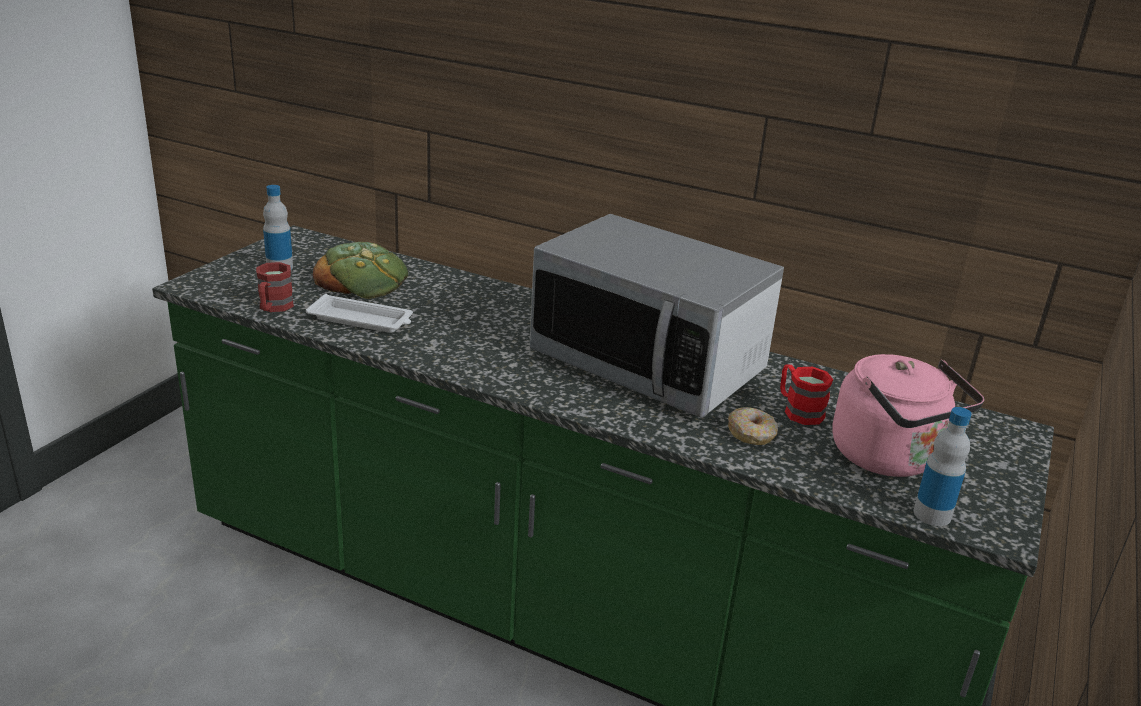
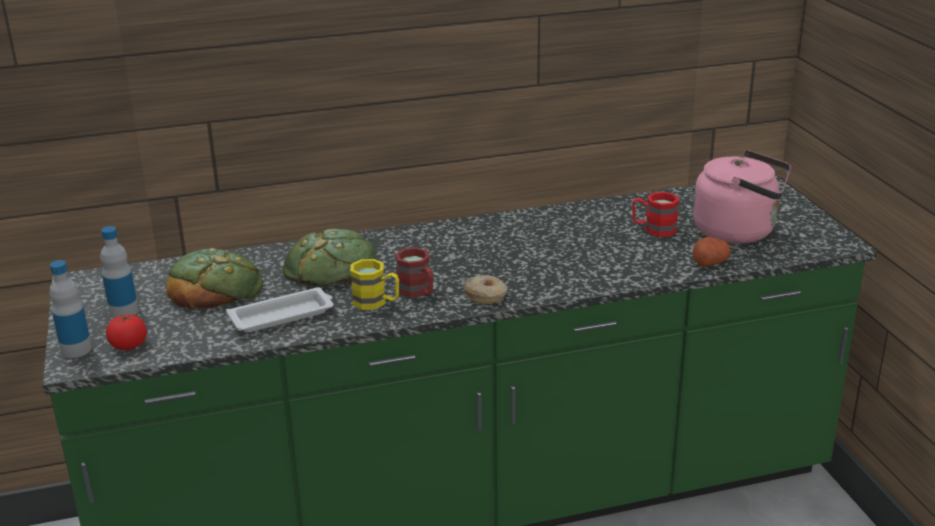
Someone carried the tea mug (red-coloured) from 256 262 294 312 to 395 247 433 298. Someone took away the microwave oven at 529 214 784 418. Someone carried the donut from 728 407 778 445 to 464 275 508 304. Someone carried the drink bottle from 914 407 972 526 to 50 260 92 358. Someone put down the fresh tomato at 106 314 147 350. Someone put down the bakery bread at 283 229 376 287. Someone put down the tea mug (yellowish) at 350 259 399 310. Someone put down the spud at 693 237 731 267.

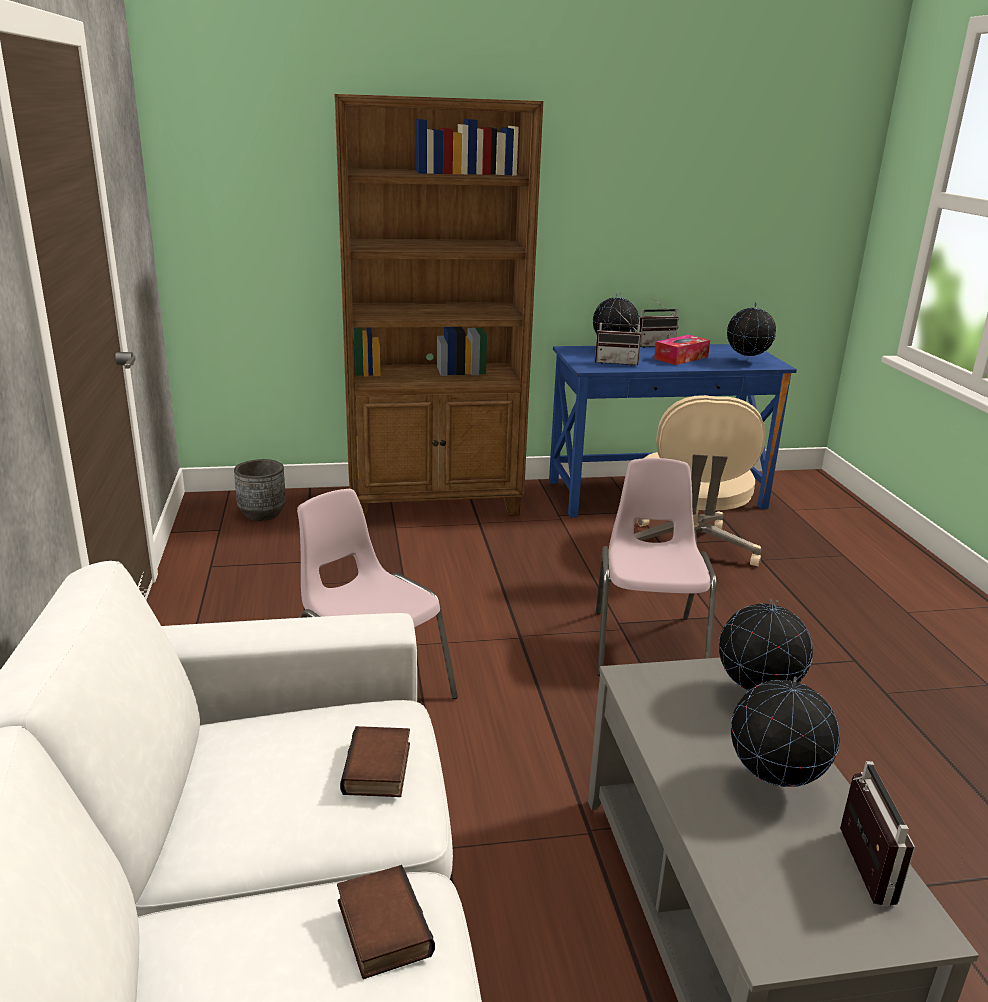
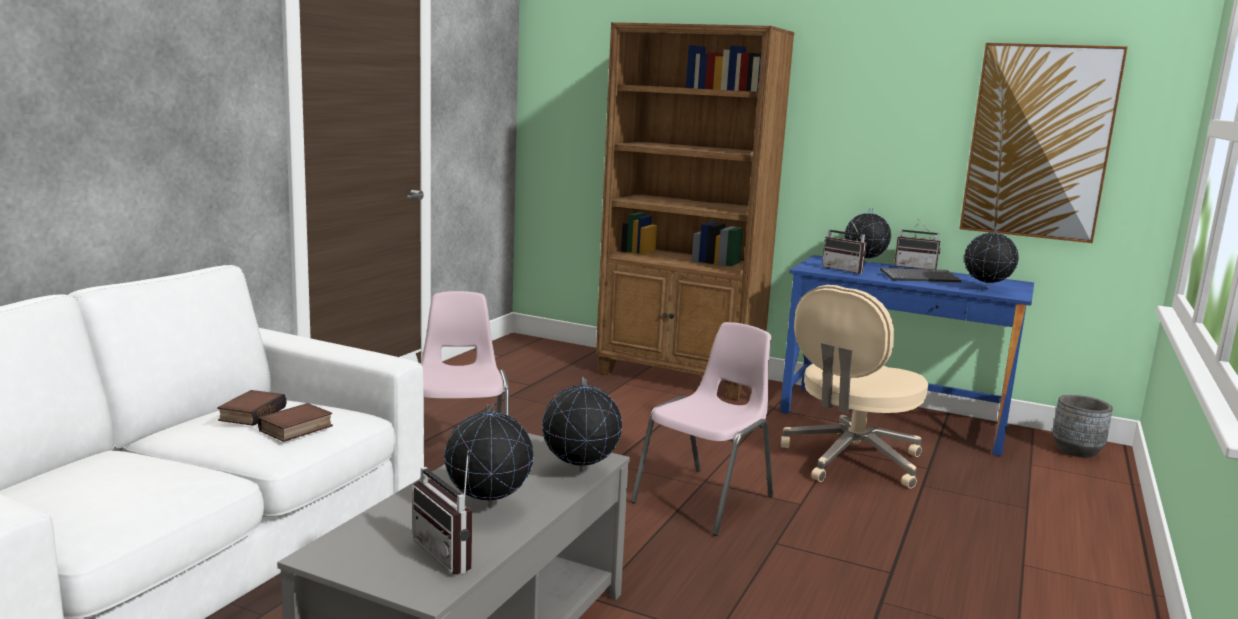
Someone carried the flower pot (grey) from 234 459 286 521 to 1052 395 1113 458. Someone carried the bound book from 337 865 435 979 to 217 390 286 426. Someone swapped the box of tissues at 654 335 710 365 for the computer keyboard at 880 268 962 282. Someone rotated the radio at 840 761 915 907 by 105 degrees clockwise. Someone put up the wall art at 959 43 1128 243.

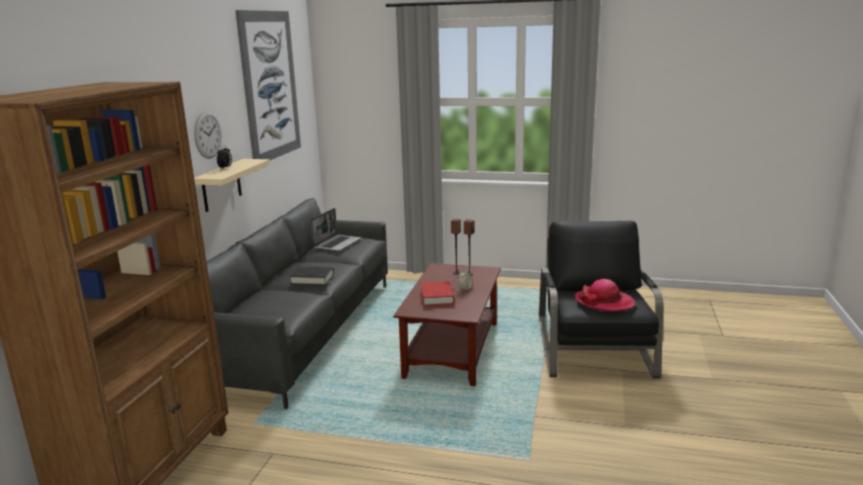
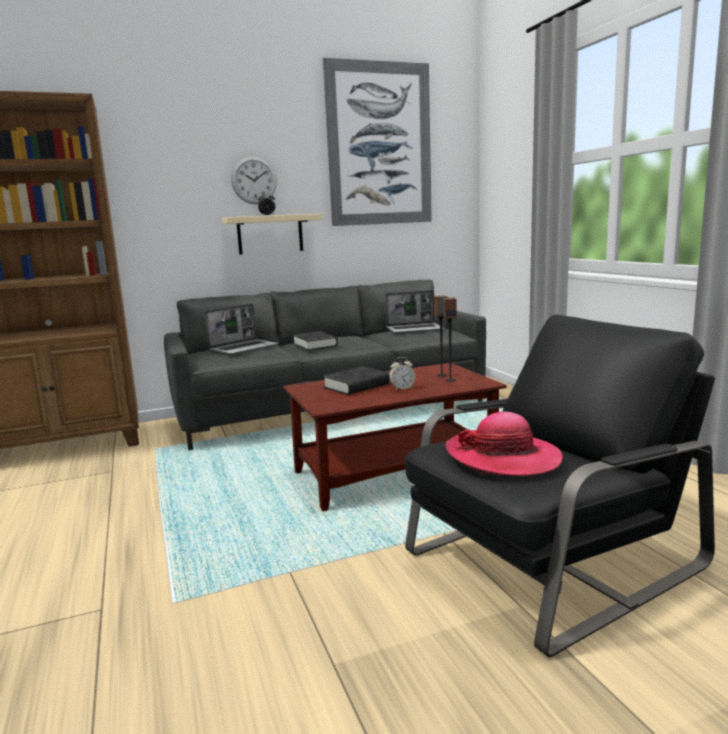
Someone repainted the bound book (red-coloured) at 421 281 455 306, which became the bound book (black-coloured) at 323 366 389 395. Someone put down the laptop at 204 304 278 355.

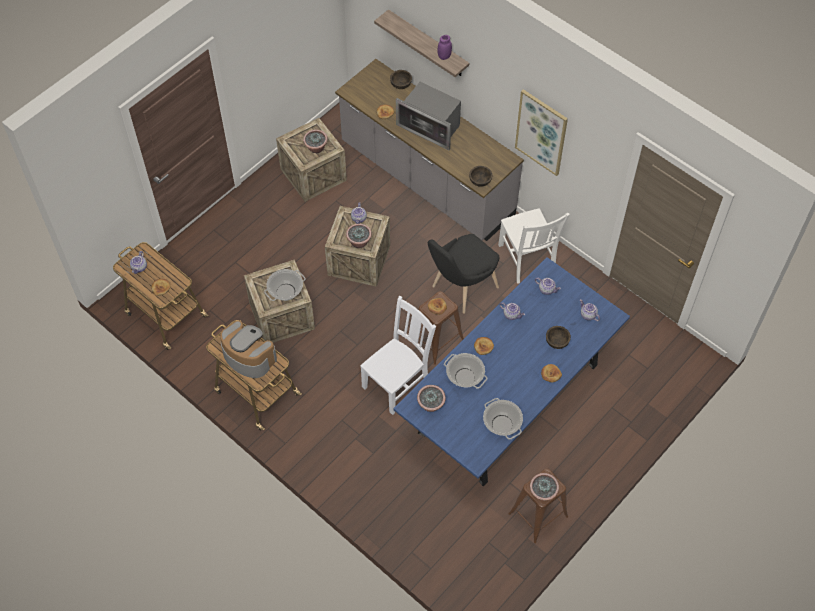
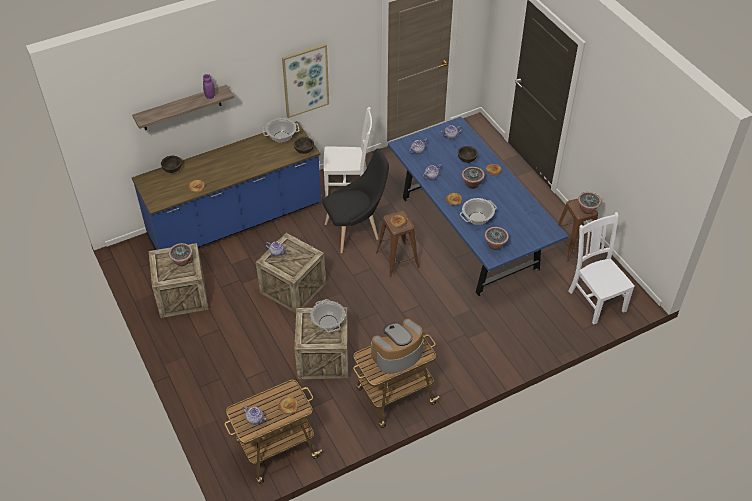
Someone repainted the kitchen counter (grey) at 335 59 524 241, which became the kitchen counter (blue) at 132 121 321 250. Someone carried the plant in a pot from 346 224 372 248 to 462 167 485 189. Someone carried the plain chair (white-coloured) from 360 296 436 415 to 568 212 635 325. Someone took away the microwave oven at 396 82 461 150. Someone rotated the plain chair (black-coloured) at 428 234 499 314 by 90 degrees counterclockwise. Someone carried the cooking pot from 483 398 523 440 to 263 118 299 143.

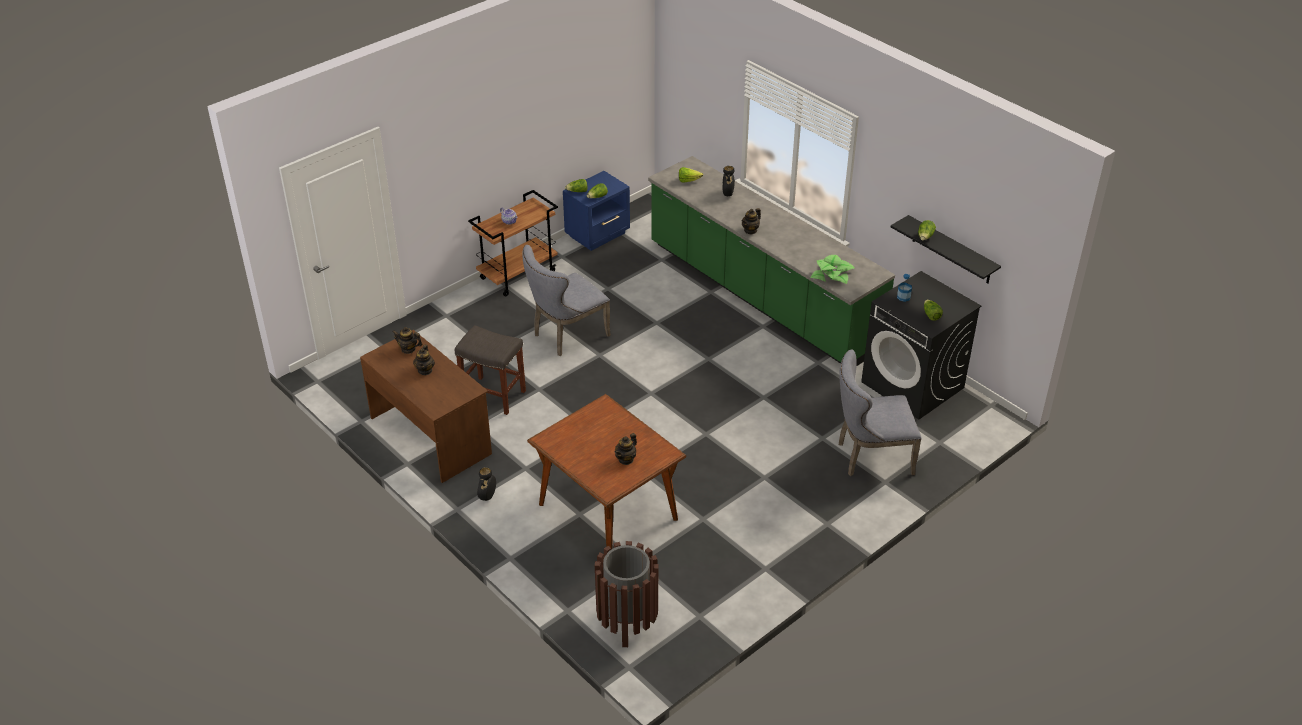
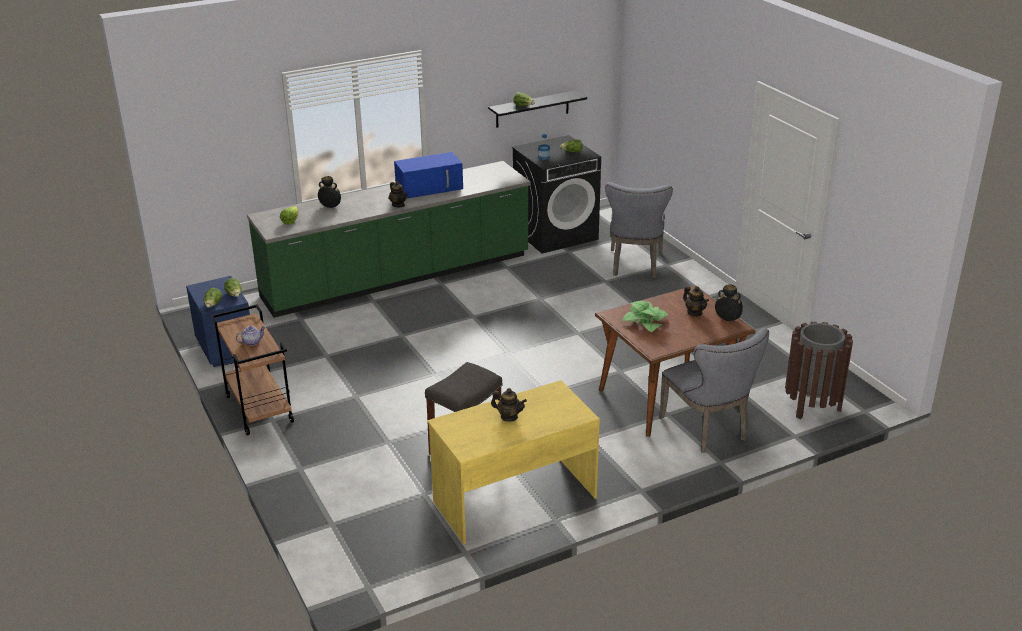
Someone repainted the desk (brown-coloured) at 360 330 492 483, which became the desk (yellowish) at 427 380 600 545. Someone took away the teapot at 392 327 422 354. Someone carried the flower vase (black-coloured) from 477 467 496 501 to 715 285 743 321. Someone carried the plain chair (grey) from 522 245 611 356 to 659 328 769 453. Someone carried the plant in a pot from 811 255 855 284 to 622 301 668 333. Someone put down the microwave oven (blue) at 394 152 463 199.

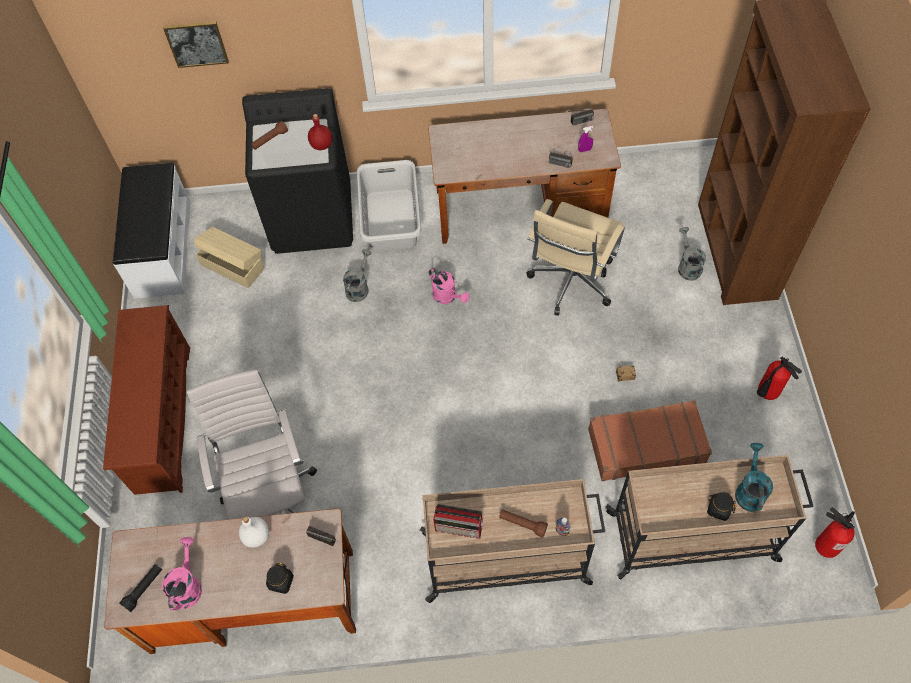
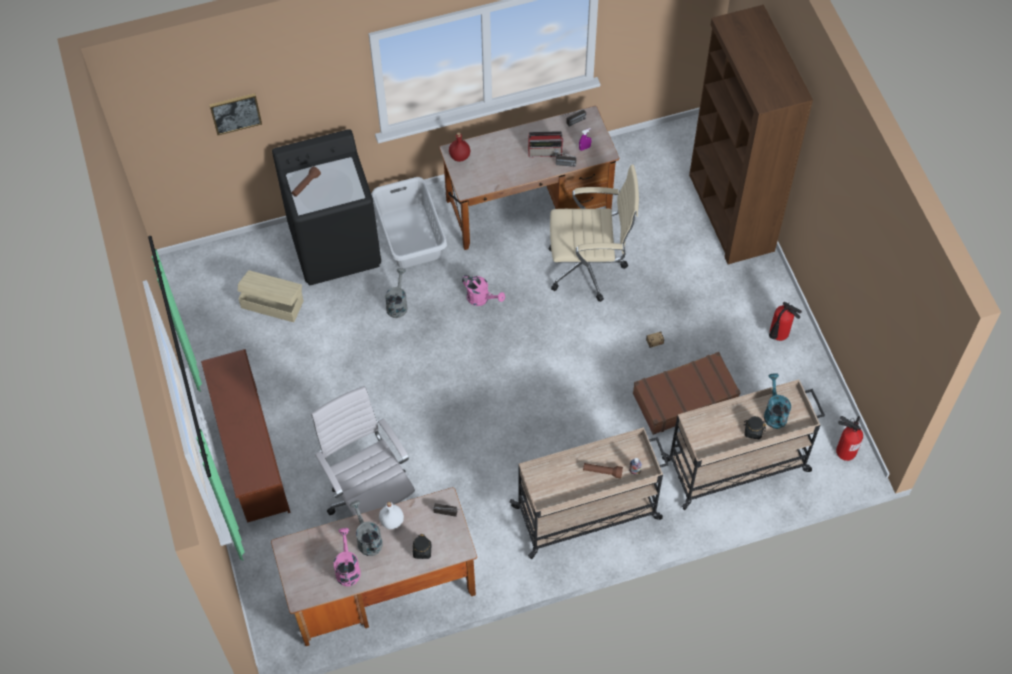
Someone took away the indoor bench (white-coloured) at 113 163 190 299. Someone took away the torch (black-coloured) at 119 564 162 612. Someone carried the drink bottle (red-coloured) from 308 114 332 150 to 449 132 470 162. Someone carried the radio from 433 504 484 539 to 528 131 564 157. Someone rotated the computer chair (beige) at 526 199 625 316 by 105 degrees counterclockwise. Someone carried the watering pot (grey) from 678 227 706 281 to 349 500 383 556.

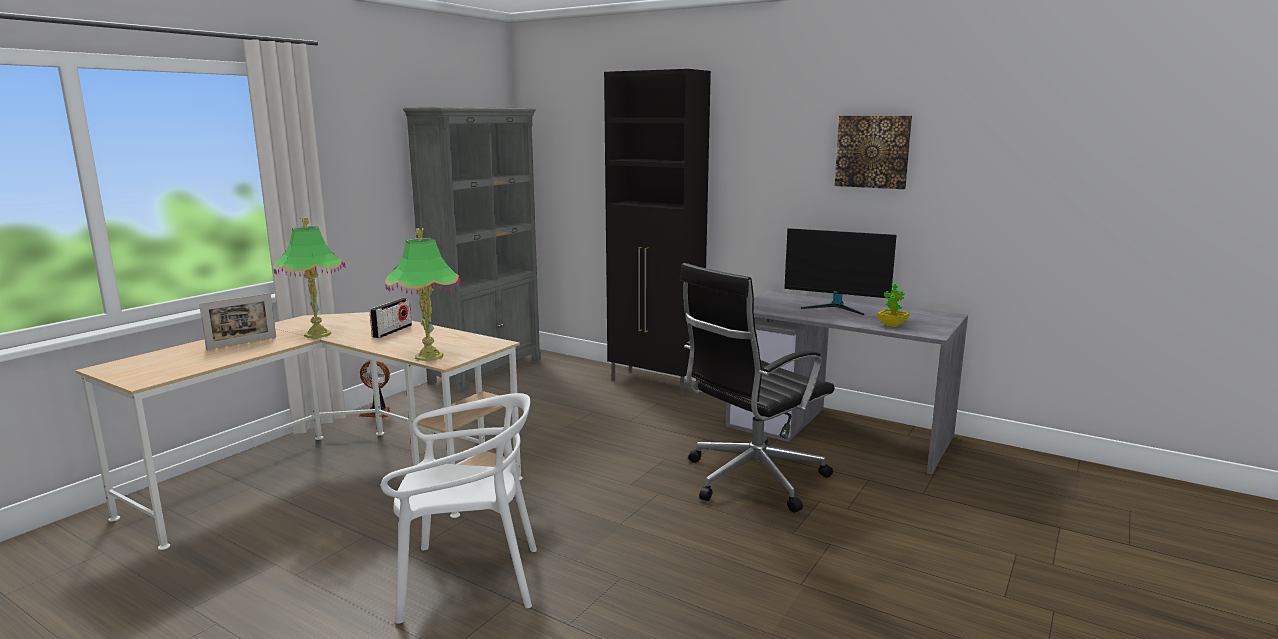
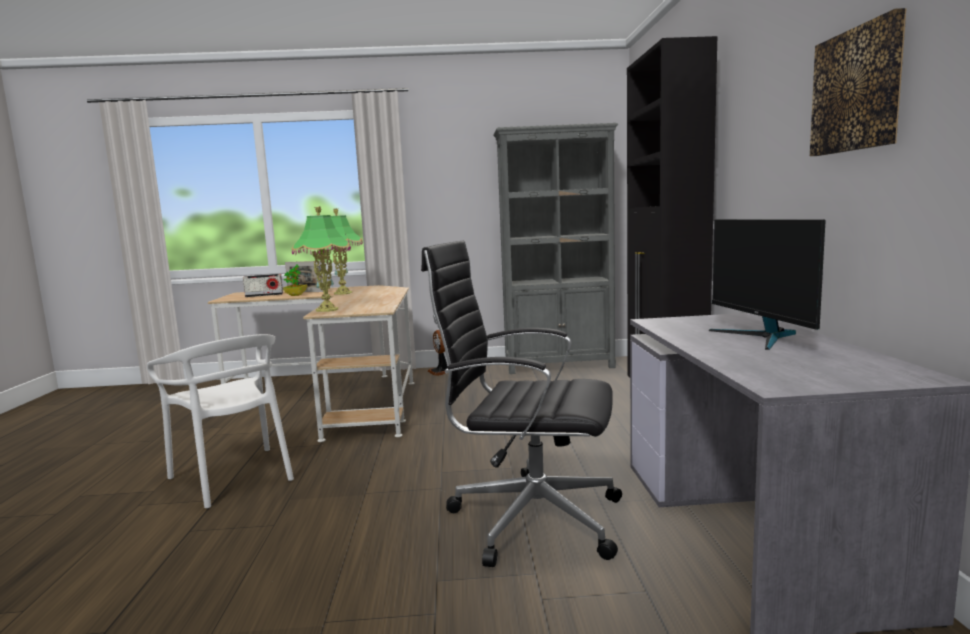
Someone carried the radio from 370 298 412 338 to 243 274 283 297. Someone carried the plant in a pot from 877 284 910 327 to 283 264 307 296.

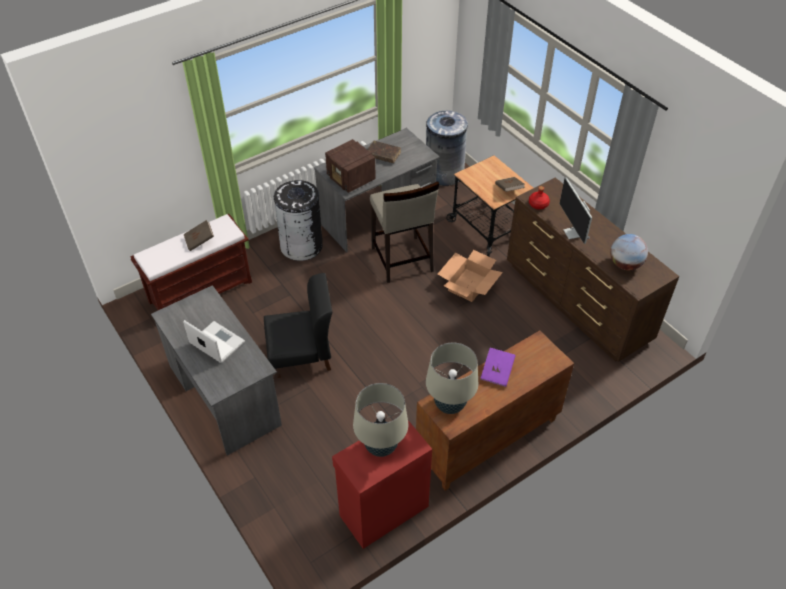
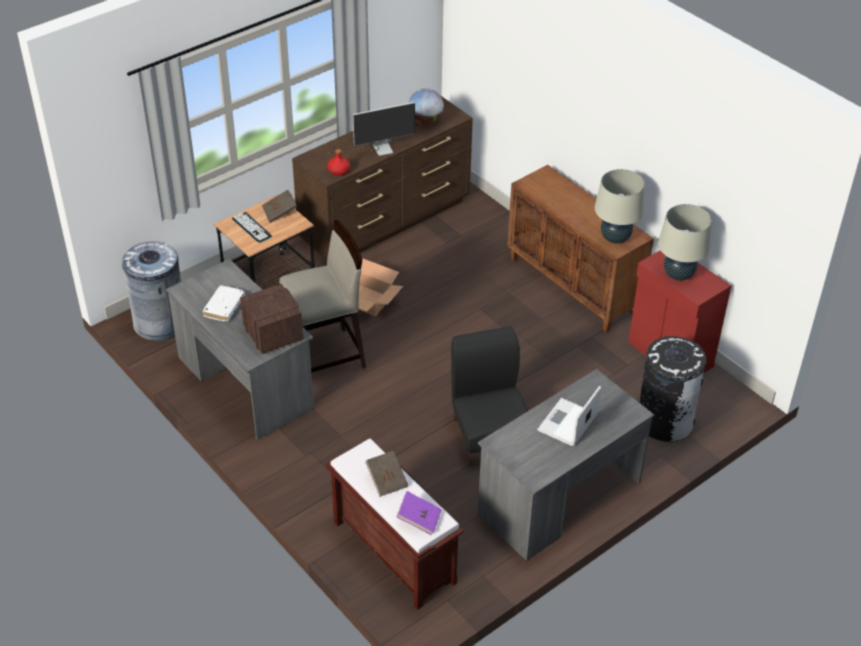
Someone carried the waste bin (black-coloured) from 274 180 323 261 to 640 336 706 442. Someone rotated the radio at 325 139 376 193 by 75 degrees counterclockwise. Someone repainted the bound book (brown-coloured) at 367 141 401 163, which became the bound book (white-coloured) at 203 285 245 322. Someone carried the bound book (purple) from 481 348 516 387 to 397 491 442 535. Someone put down the computer keyboard at 232 212 272 243.

